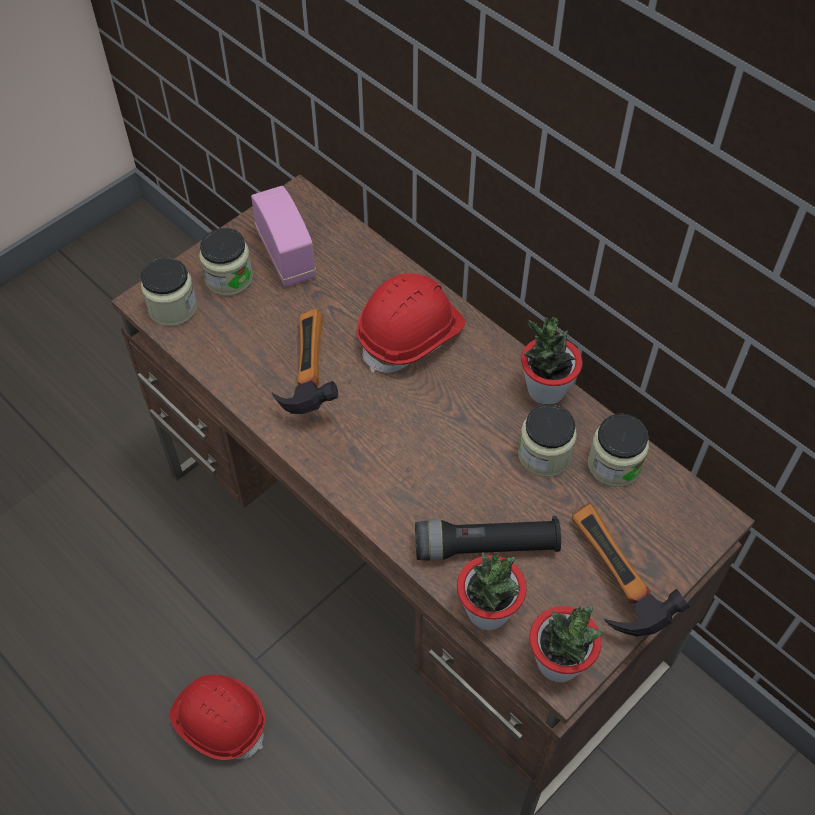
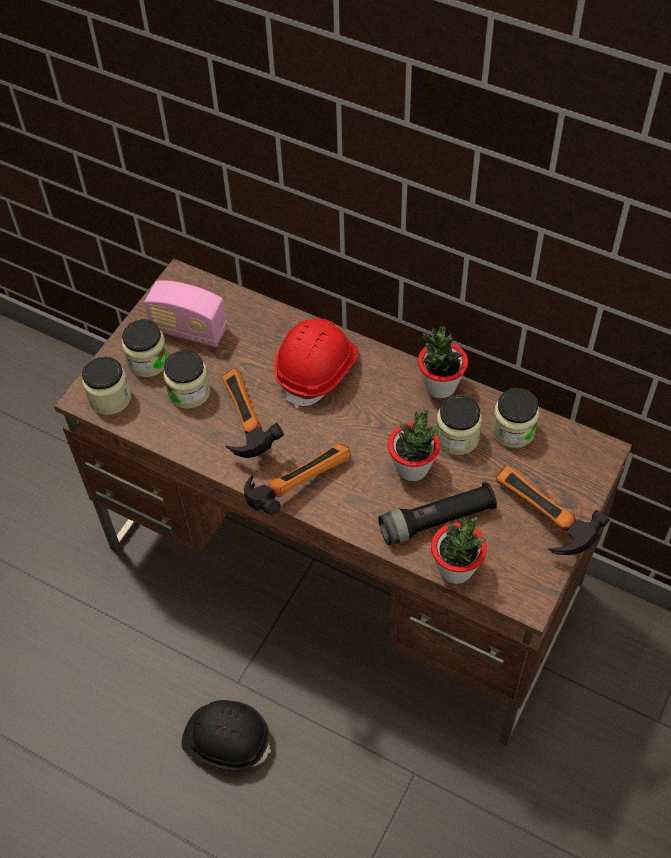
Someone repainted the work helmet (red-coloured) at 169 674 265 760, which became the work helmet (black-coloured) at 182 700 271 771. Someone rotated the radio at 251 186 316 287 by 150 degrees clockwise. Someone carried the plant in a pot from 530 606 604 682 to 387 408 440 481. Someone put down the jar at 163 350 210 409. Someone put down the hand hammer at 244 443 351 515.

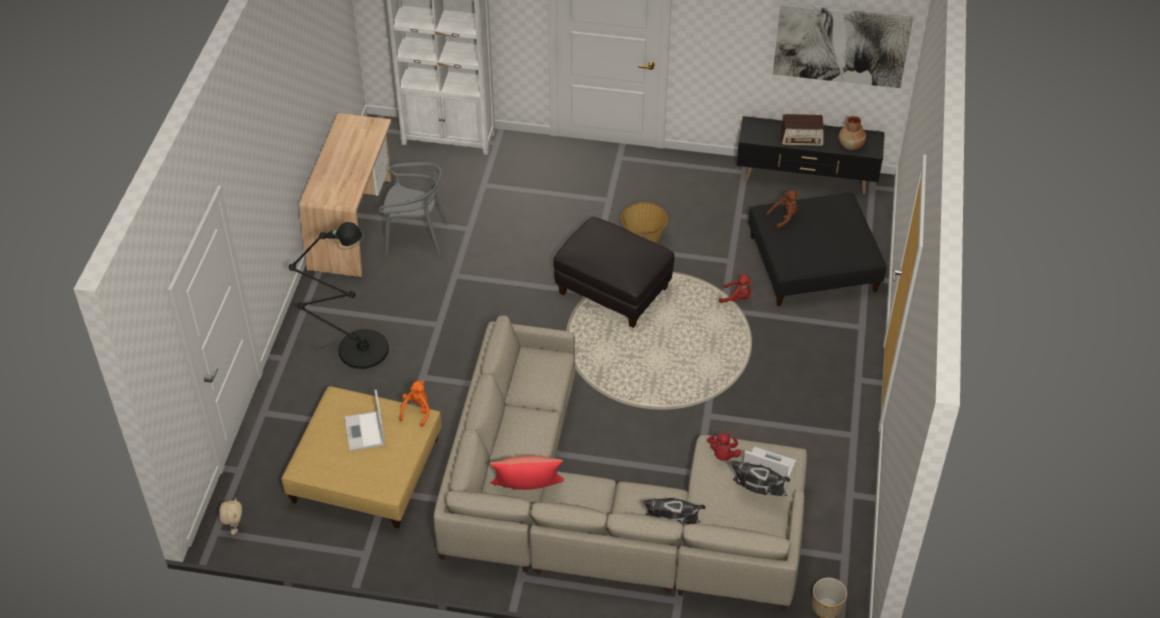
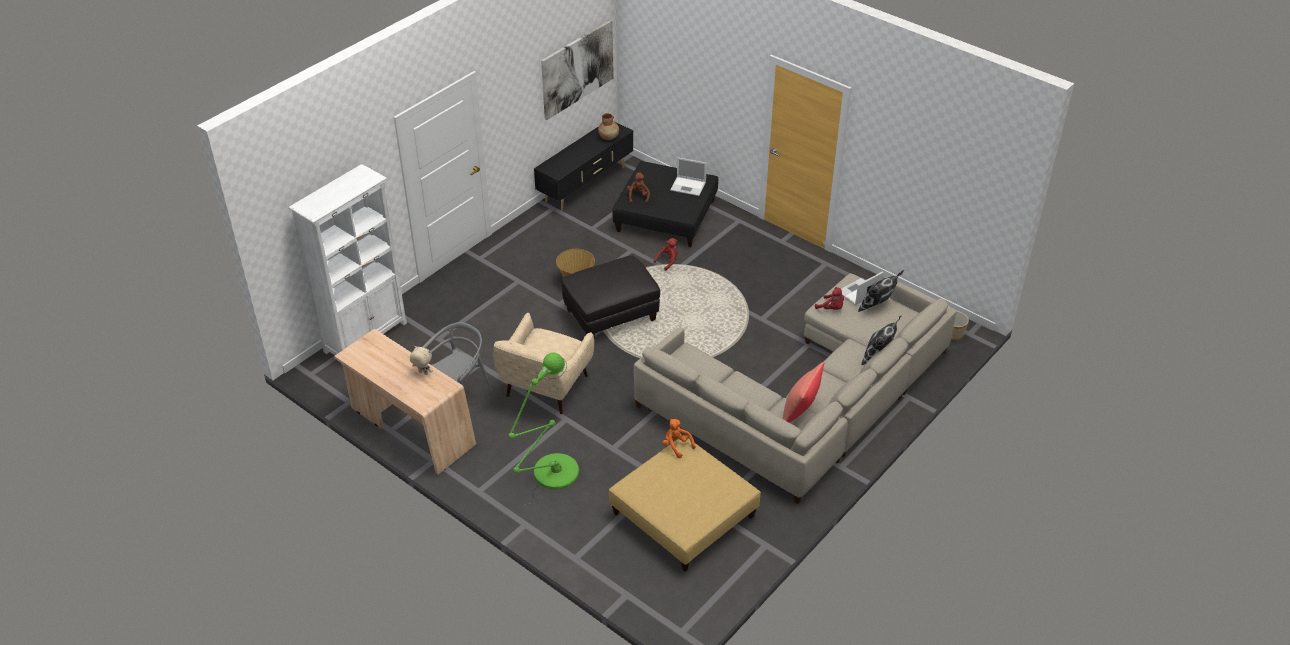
Someone carried the cuddly toy (beige) from 219 498 242 535 to 410 346 433 375. Someone repainted the floor lamp (black-coloured) at 289 222 389 369, which became the floor lamp (greenish) at 508 352 579 505. Someone carried the laptop from 345 390 385 451 to 670 157 707 196. Someone took away the radio at 780 114 824 146. Someone put down the armchair (beige) at 494 313 594 414.

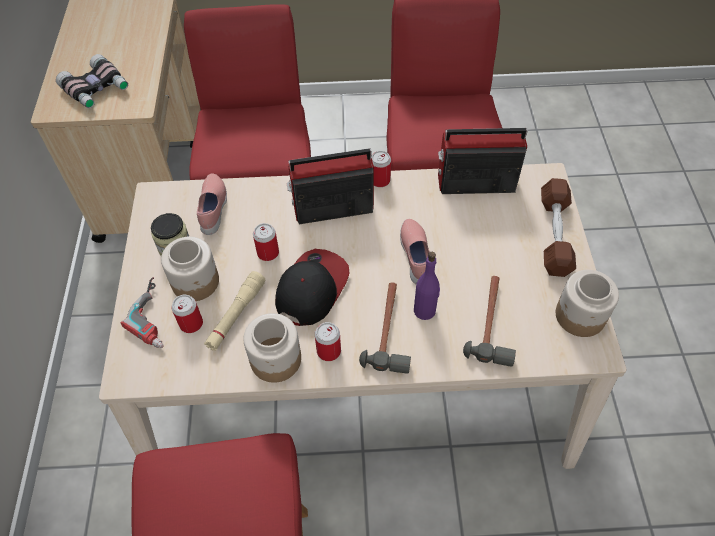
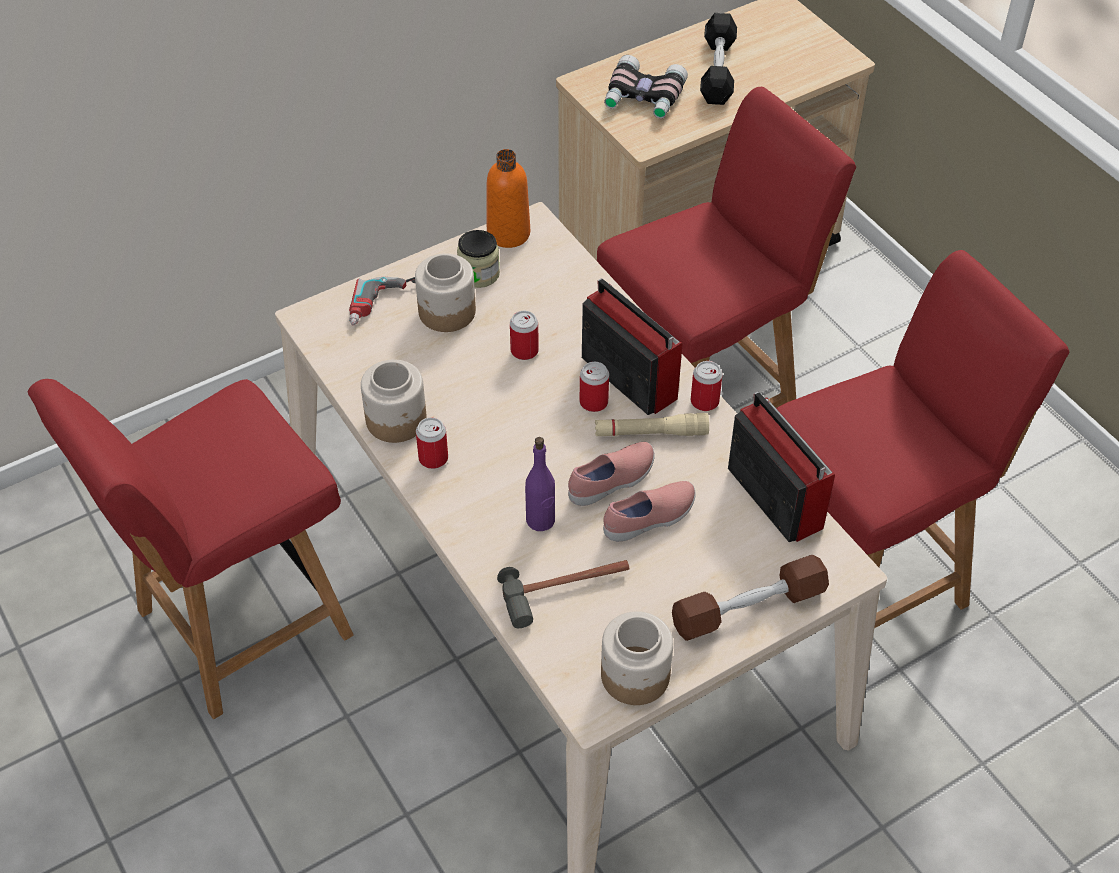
Someone carried the can from 172 295 203 333 to 580 362 609 412. Someone carried the item of footwear (pink) from 197 174 227 235 to 603 481 696 541. Someone carried the torch (beige) from 204 271 266 351 to 595 413 709 436. Someone took away the cap at 275 249 349 326. Someone took away the hand hammer at 359 282 411 374. Someone put down the drink bottle (orangey) at 487 149 530 248. Someone put down the dumbbell (black-coloured) at 700 13 737 105.

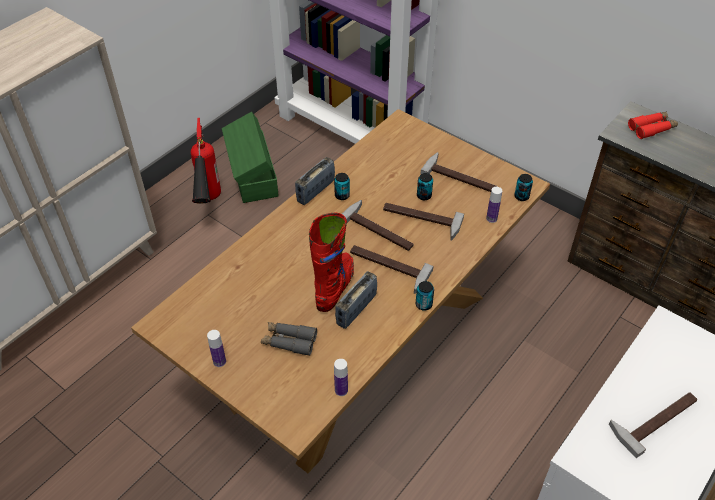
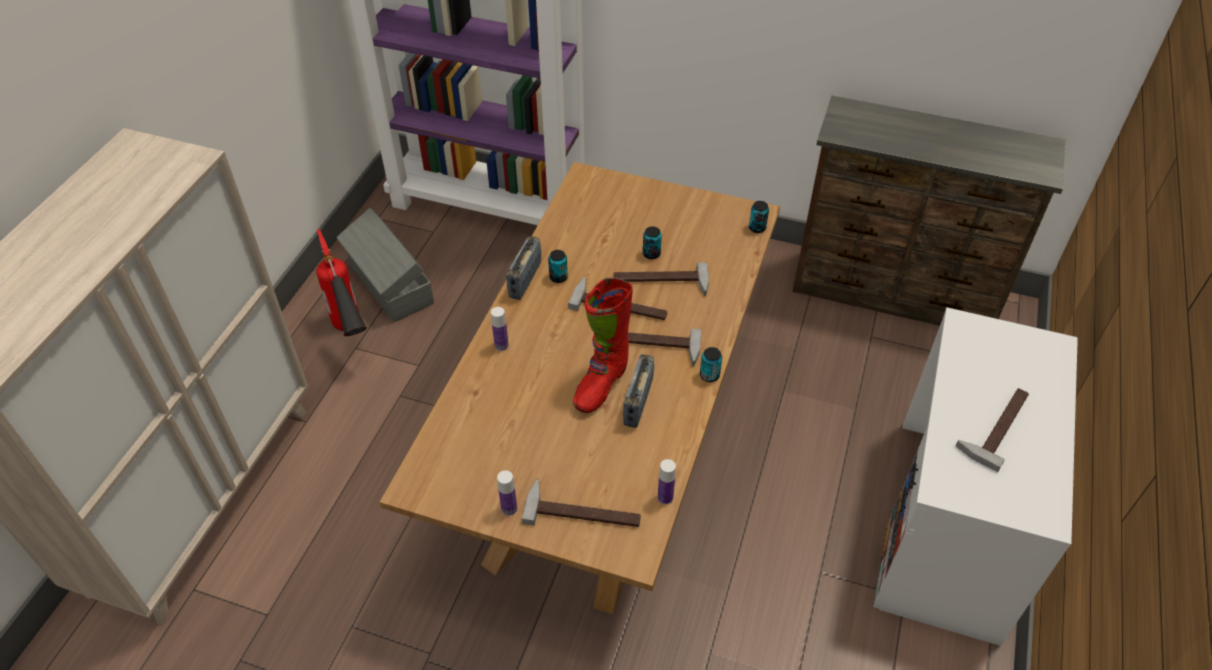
Someone repainted the storage bin (greenish) at 222 112 278 203, which became the storage bin (grey) at 336 208 434 322. Someone took away the binoculars (grey) at 261 322 317 356. Someone rotated the tall boot (red-coloured) at 309 213 354 312 by 150 degrees counterclockwise. Someone carried the hand hammer from 420 152 497 192 to 522 478 641 527. Someone carried the drink bottle from 486 187 502 223 to 491 307 509 351. Someone took away the binoculars (red-coloured) at 628 111 678 139.

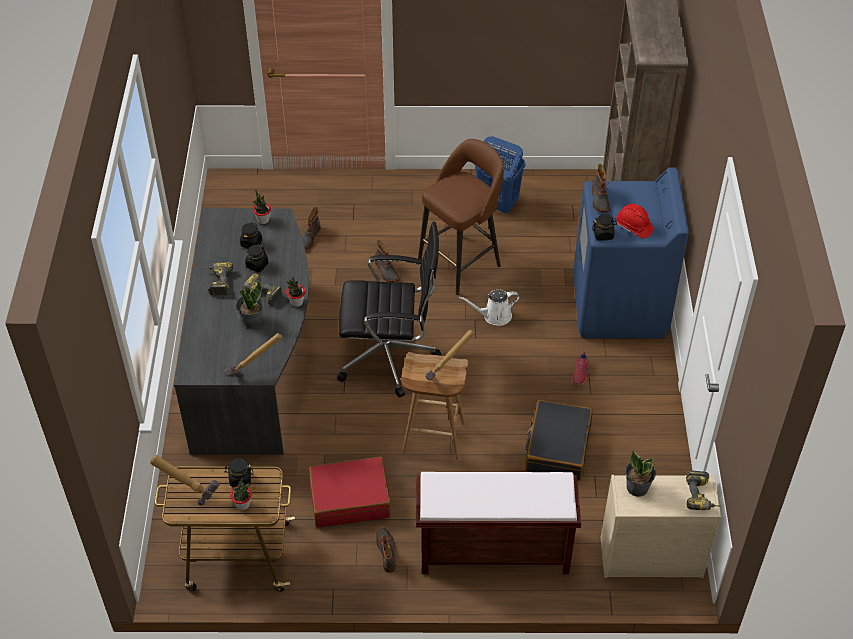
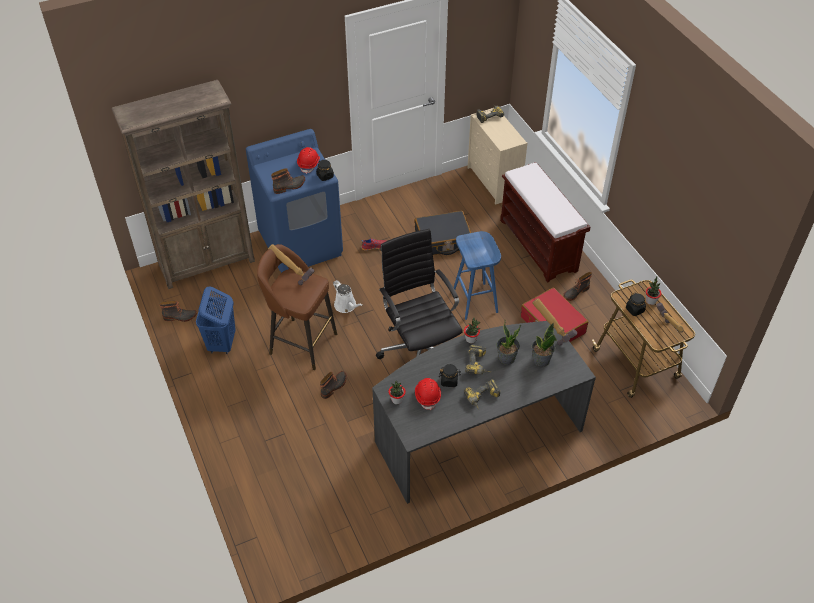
Someone swapped the jar (black-coloured) at 240 223 262 249 for the work helmet (red-coloured) at 415 378 441 410. Someone carried the tall boot from 302 207 321 250 to 159 301 197 322. Someone repainted the stool seat (brown-coloured) at 401 352 468 460, which became the stool seat (blue) at 453 231 501 320. Someone carried the hand hammer from 425 330 474 381 to 268 244 314 285. Someone carried the plant in a pot from 625 450 656 497 to 531 323 557 367.

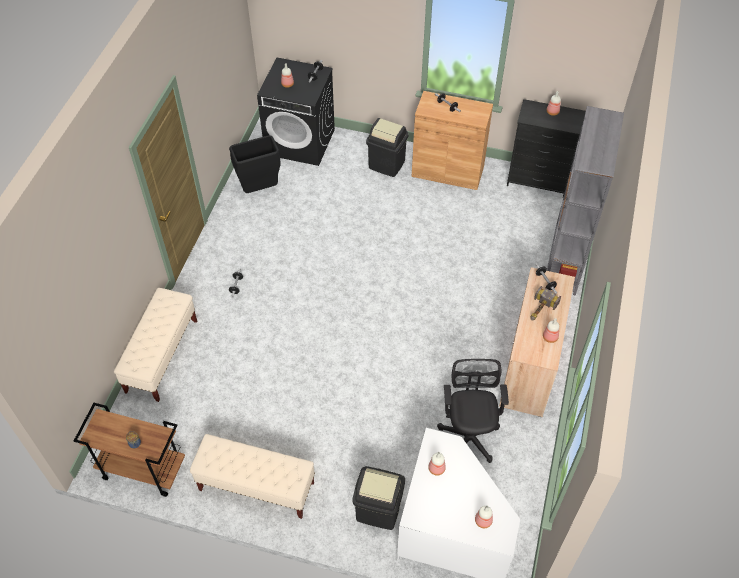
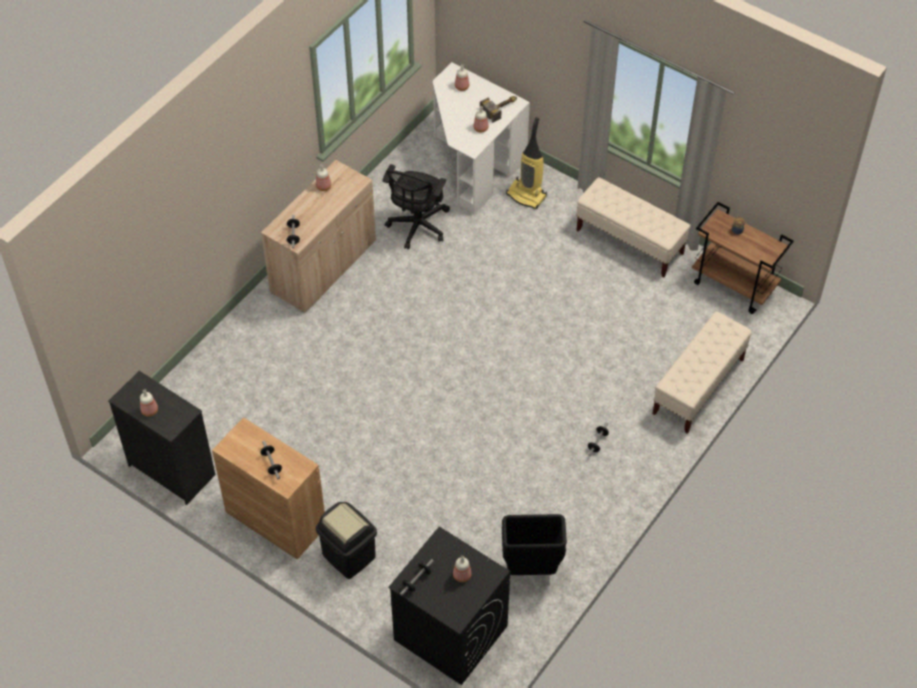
Someone swapped the waste bin (black-coloured) at 353 466 405 530 for the hoover at 506 117 547 209. Someone carried the hand hammer from 530 286 561 320 to 480 96 517 123. Someone took away the shelving unit (grey) at 547 106 624 296.

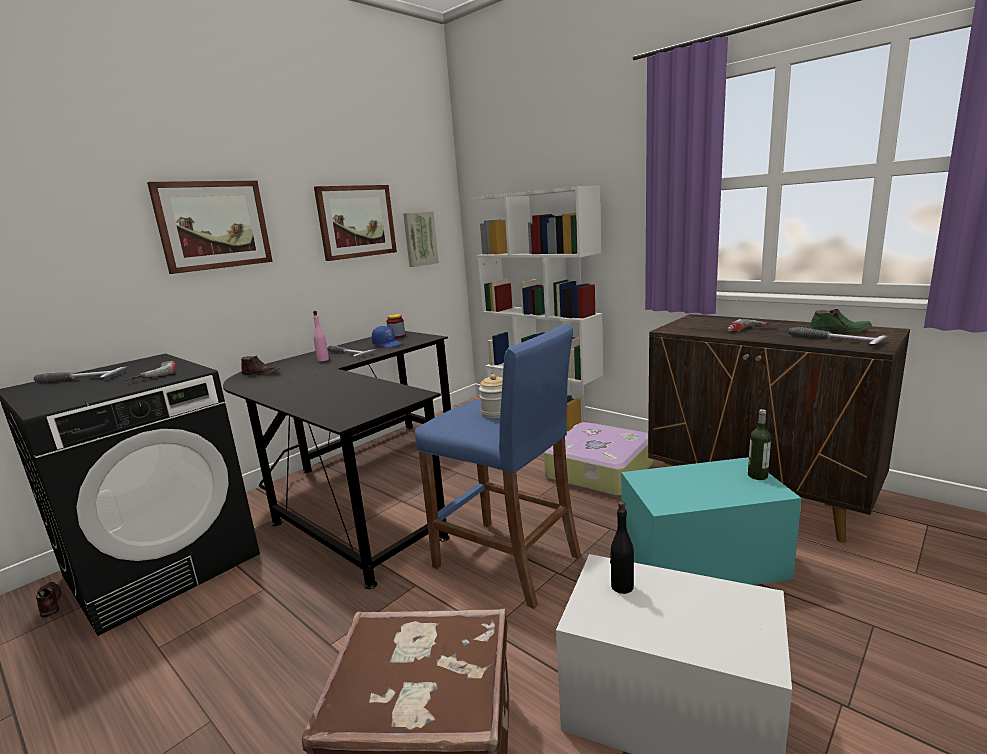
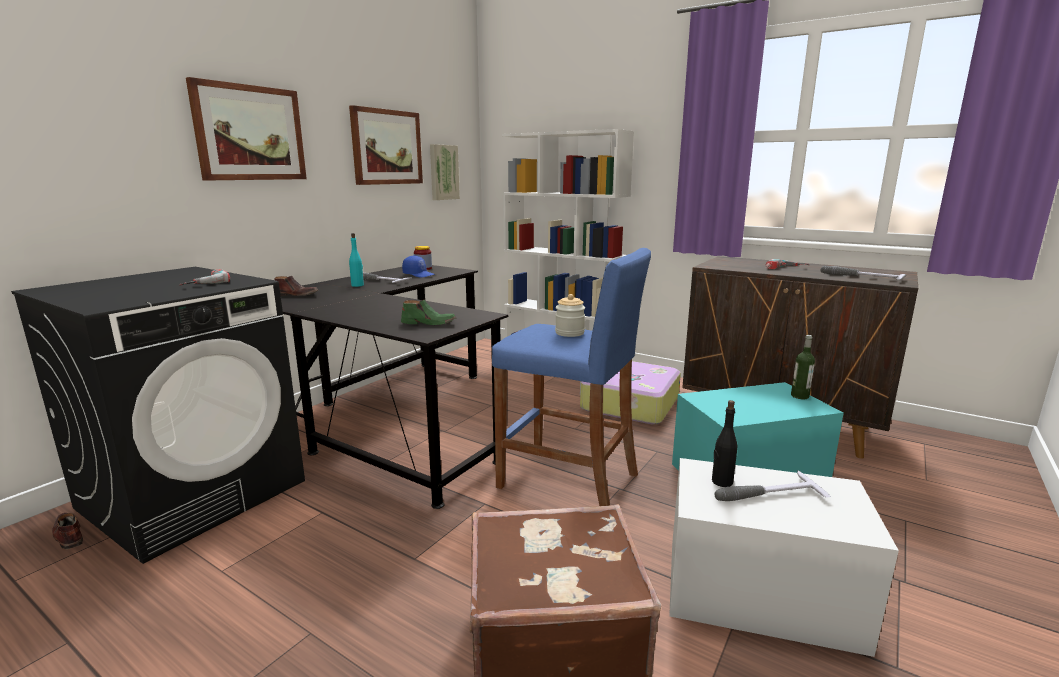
Someone carried the hand hammer from 34 367 126 383 to 714 471 831 501. Someone repainted the drink bottle (pink) at 313 311 329 361, which became the drink bottle (blue-green) at 349 233 364 287. Someone carried the item of footwear (greenish) from 810 309 872 333 to 401 300 456 325.

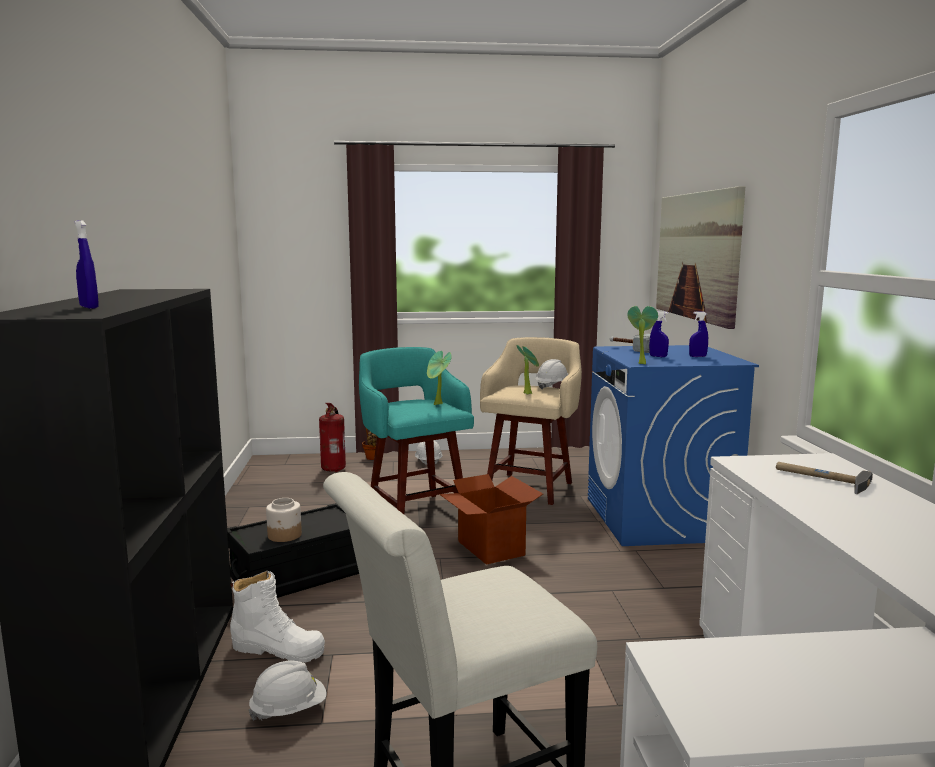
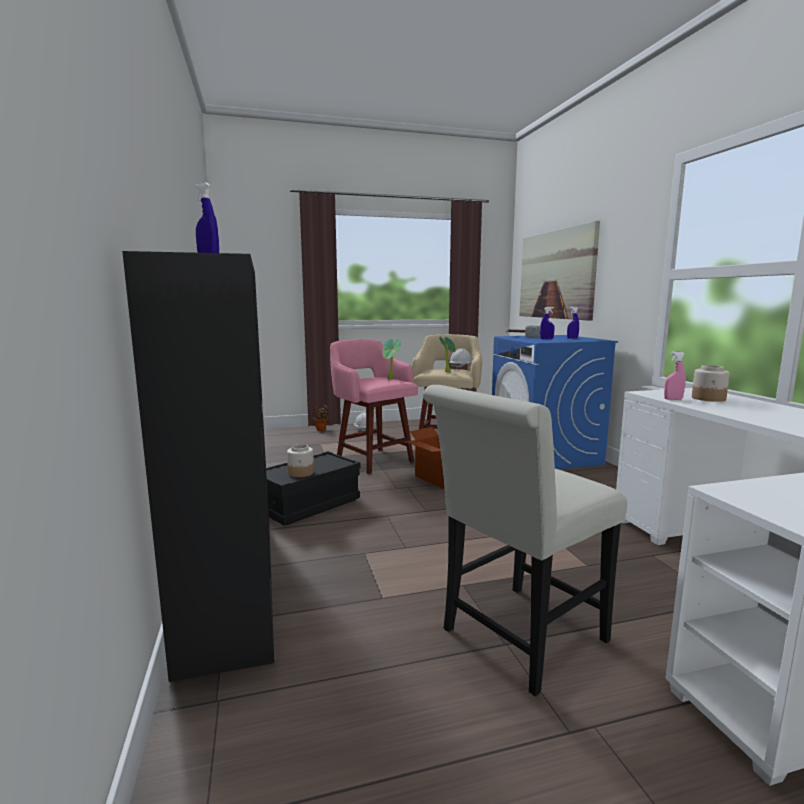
Someone took away the tall boot (white-coloured) at 230 570 325 662. Someone took away the work helmet (white-coloured) at 249 661 326 721. Someone took away the extinguisher at 319 403 346 472. Someone repainted the stool seat (blue-green) at 359 347 474 514, which became the stool seat (pink) at 330 339 418 474. Someone took away the plant in a pot at 627 306 658 364. Someone swapped the hand hammer at 776 462 873 494 for the jar at 692 365 730 402. Someone put down the sprayer (pink) at 664 351 686 400.

